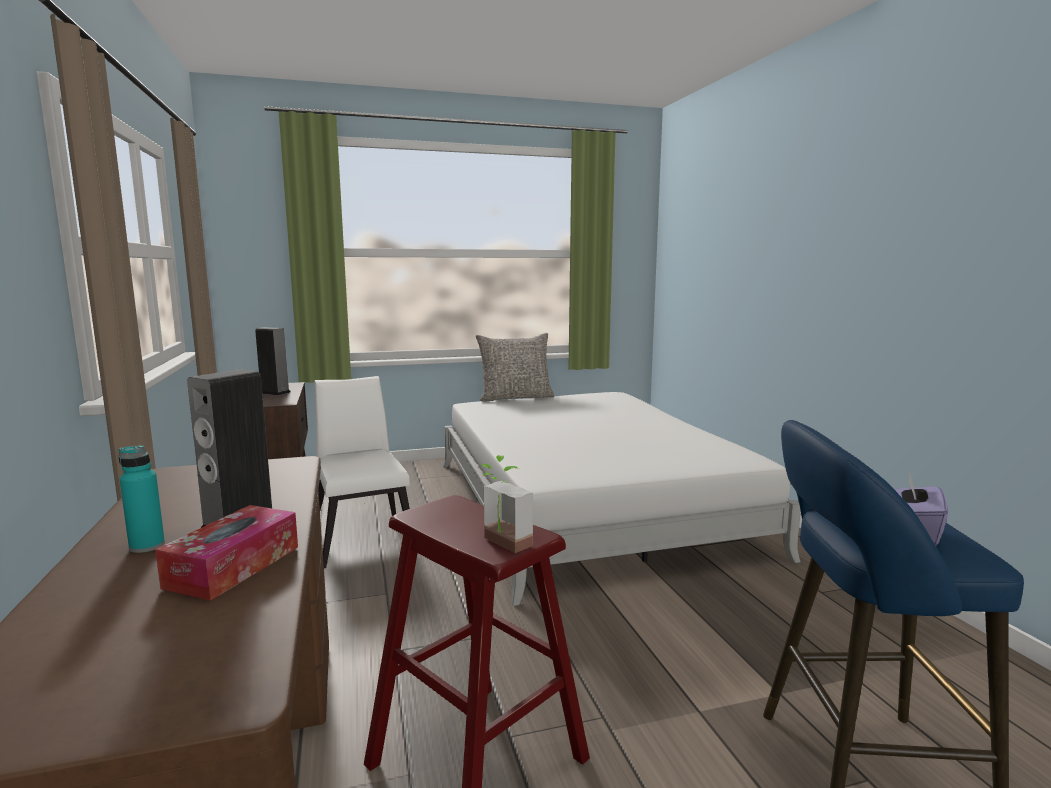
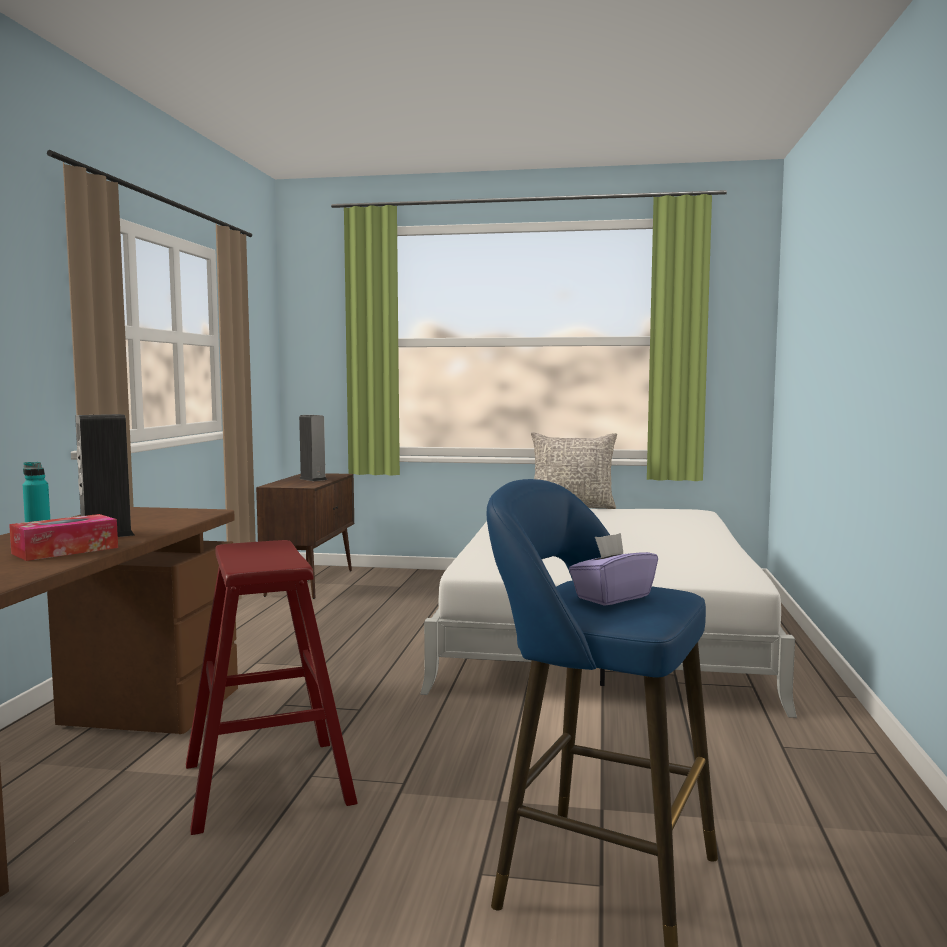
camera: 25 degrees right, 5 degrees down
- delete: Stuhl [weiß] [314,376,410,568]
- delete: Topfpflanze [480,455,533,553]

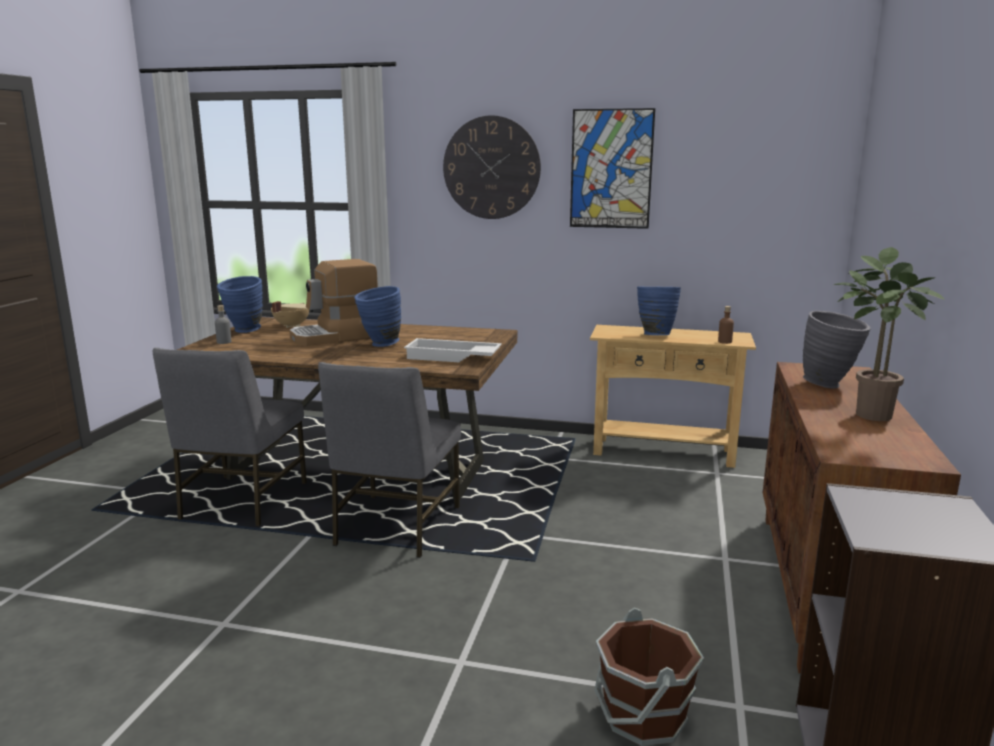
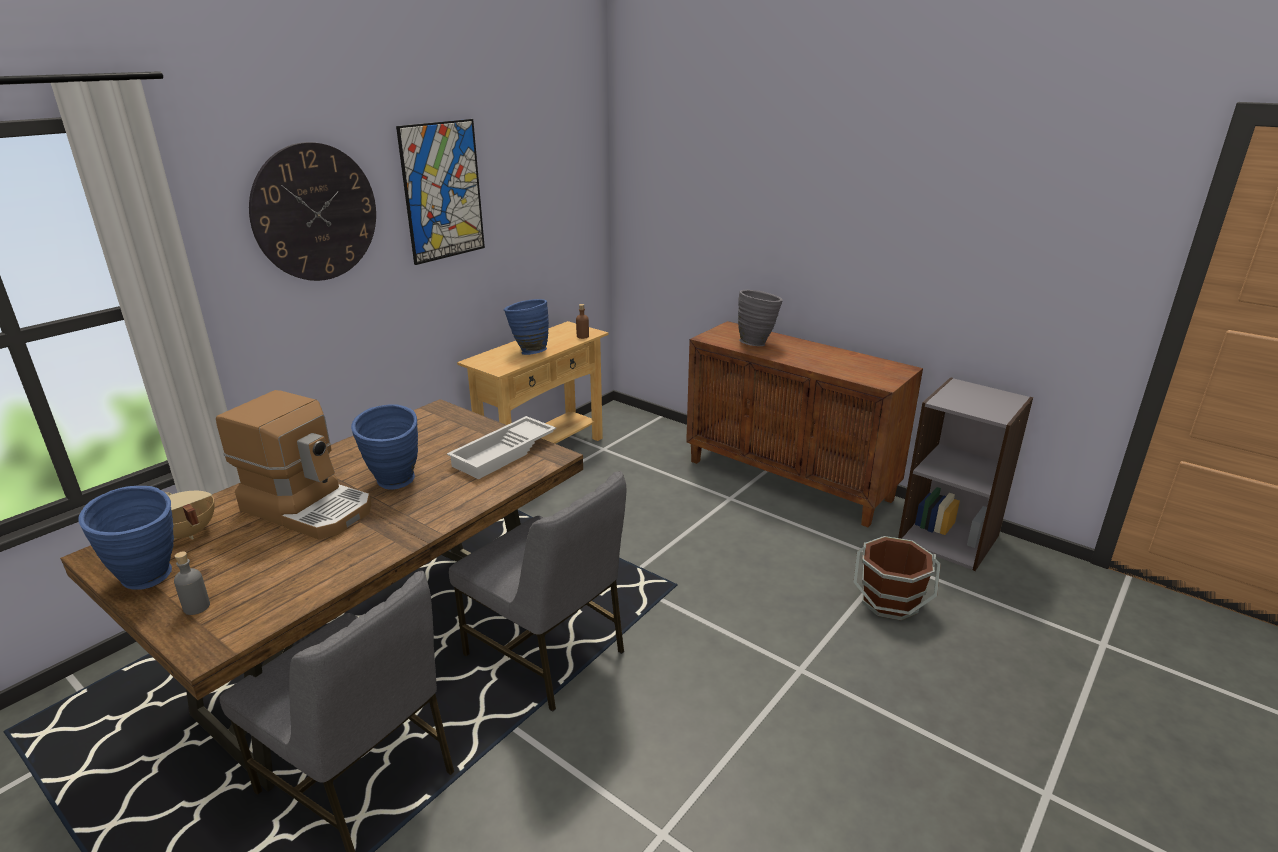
camera: 65 degrees left, 10 degrees up
- rotate: Kaffeemaschine [289,259,378,346] = [216,390,371,539] 60 degrees counterclockwise
- delete: Topfpflanze [833,247,945,421]

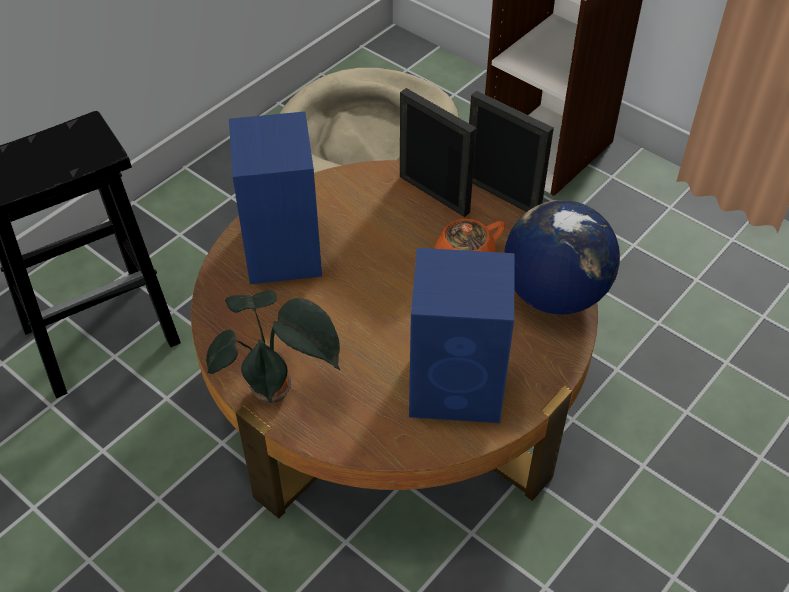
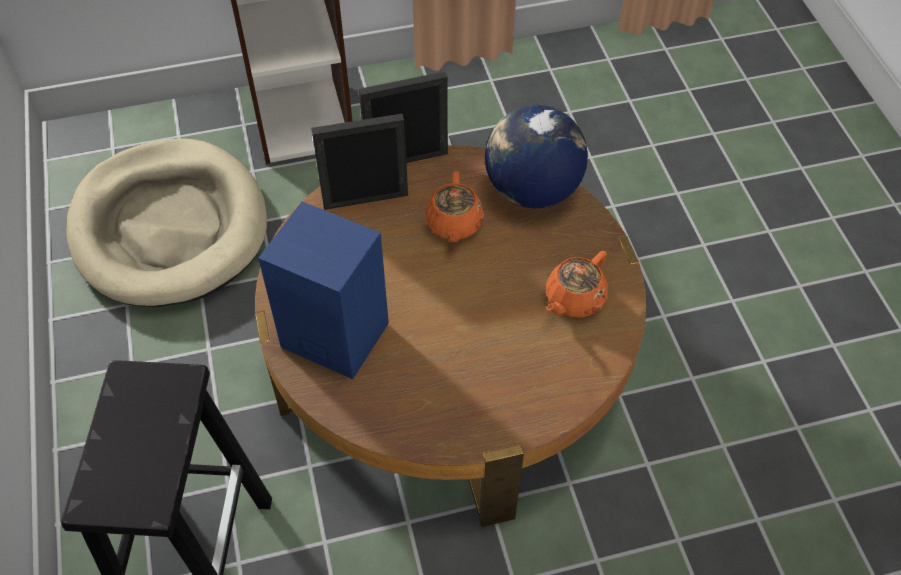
camera: 55 degrees left, 5 degrees up
- replace: Lautsprecher [blau] [409,248,515,423] to Teekanne [orange] [546,251,608,318]
- delete: Topfpflanze [206,290,341,404]

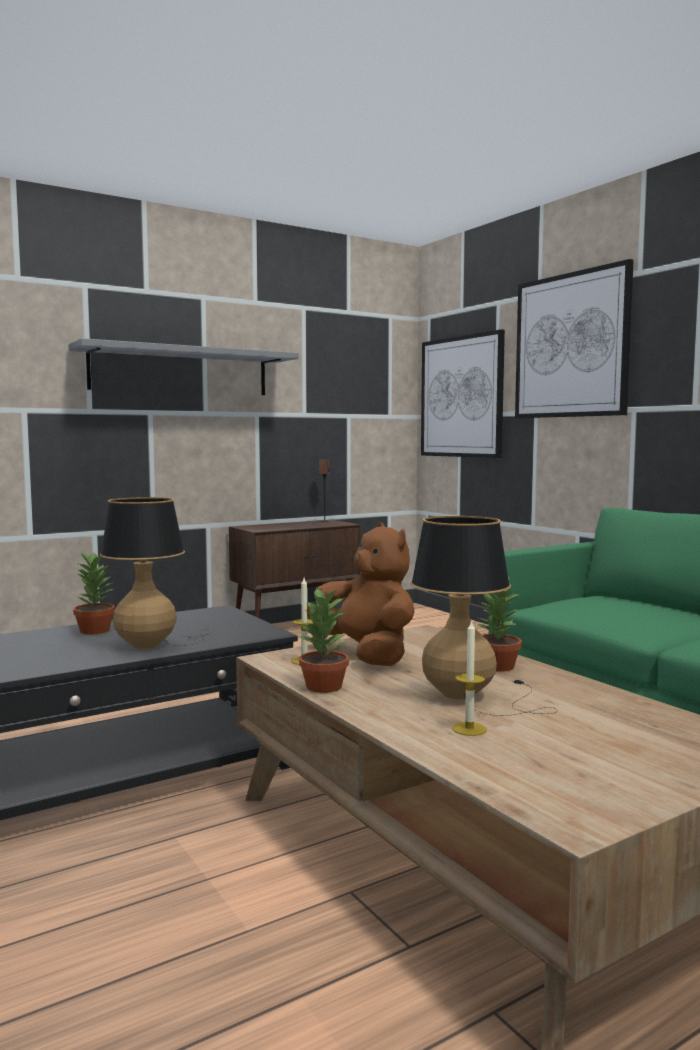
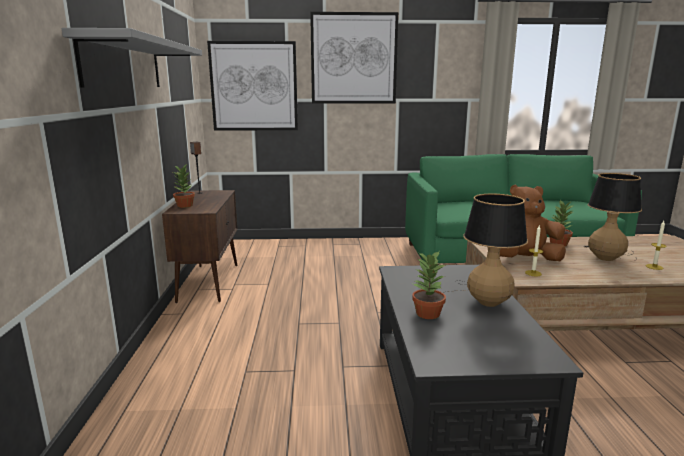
camera: 60 degrees left, 10 degrees up
- move: Topfpflanze [298,587,349,693] to [173,163,195,208]

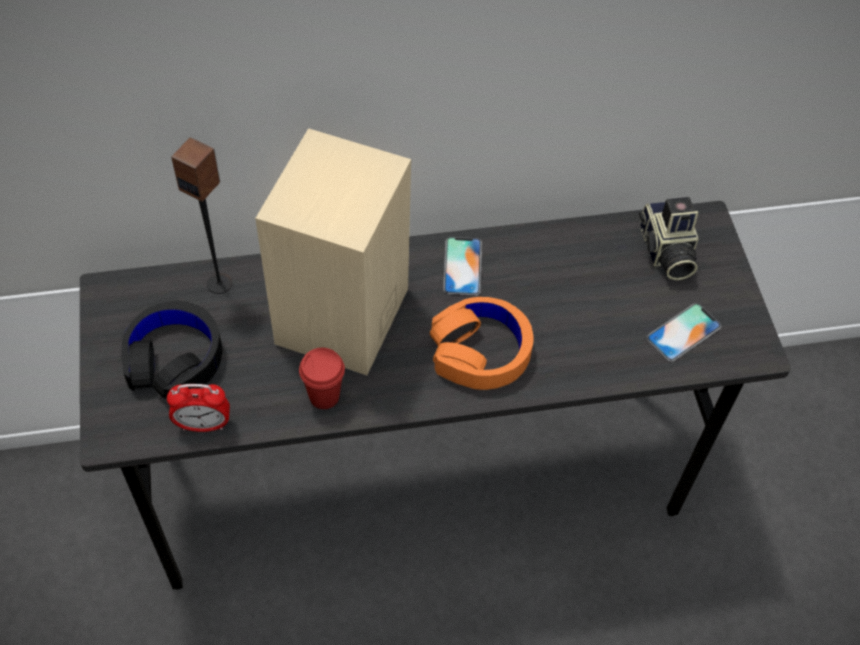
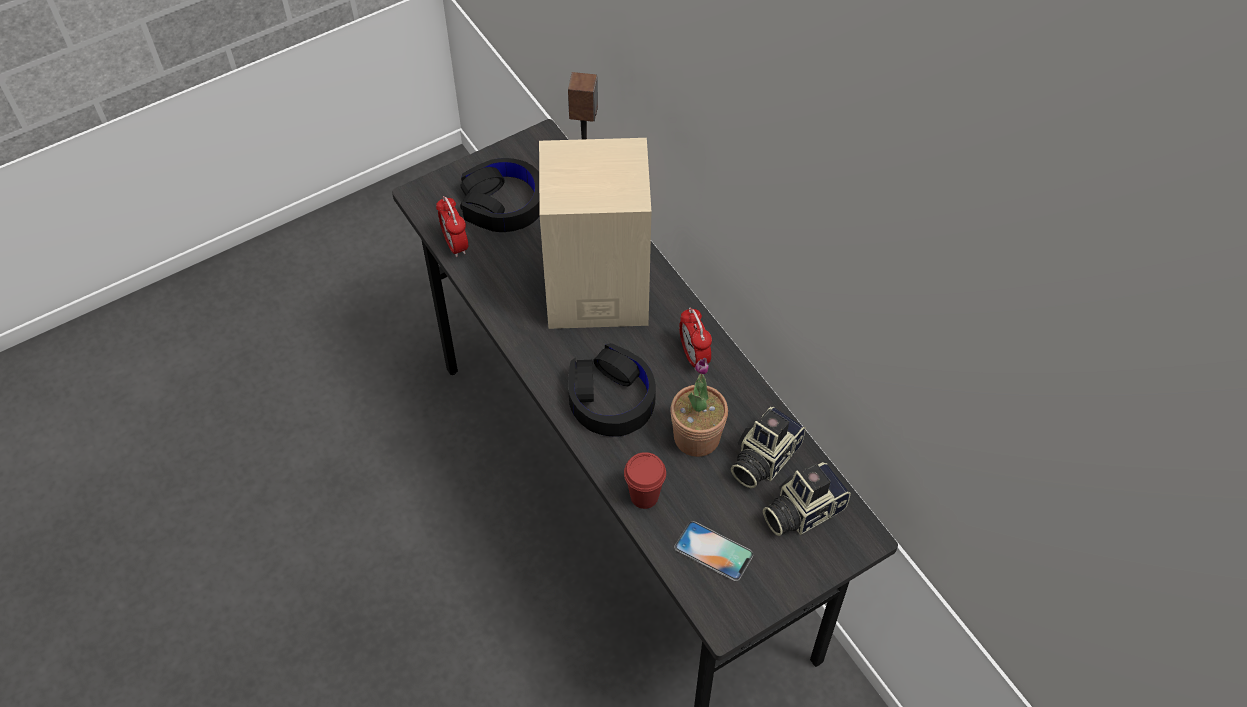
camera: 70 degrees right, 0 degrees up
- recolor: Kopfhörer [orange] [430,297,534,390] to Kopfhörer [schwarz] [568,343,656,436]
- move: Tasse [rot] [299,348,345,409] to [624,452,666,509]
- insert: Topfpflanze [670,358,728,457]
- replace: Handy [443,237,482,296] to Wecker [679,308,712,370]
- insert: Kamera [731,407,806,488]

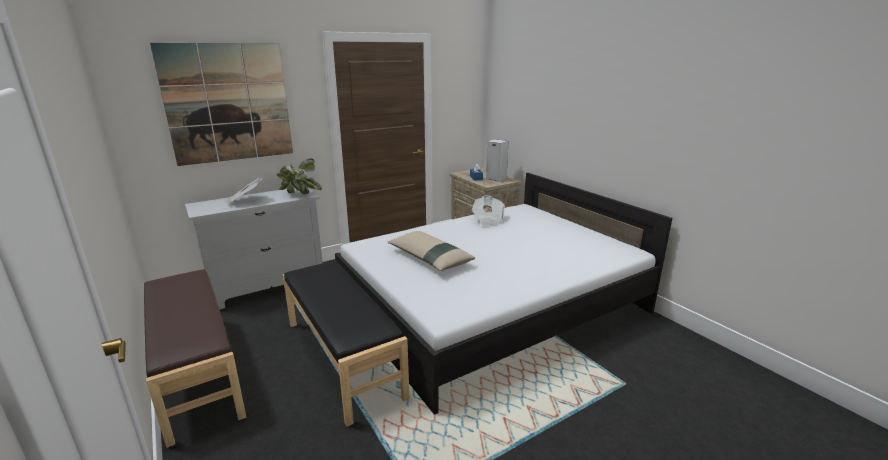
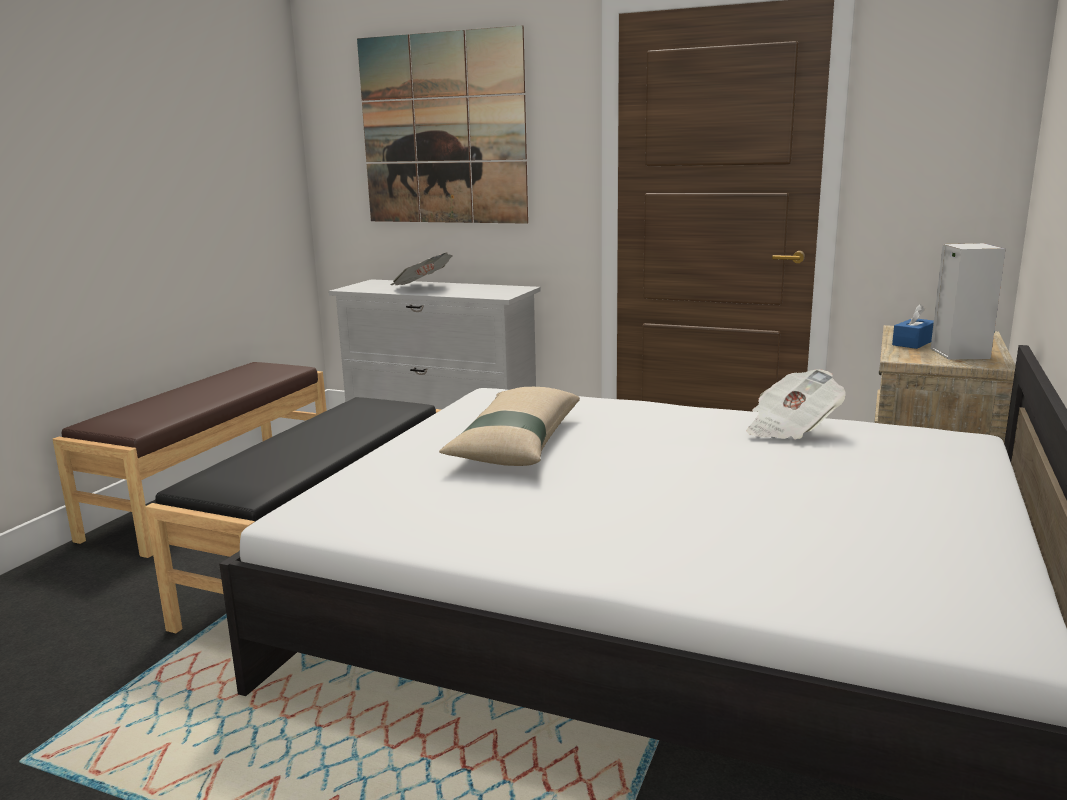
camera: 55 degrees right, 5 degrees down
- delete: Topfpflanze [276,158,322,194]

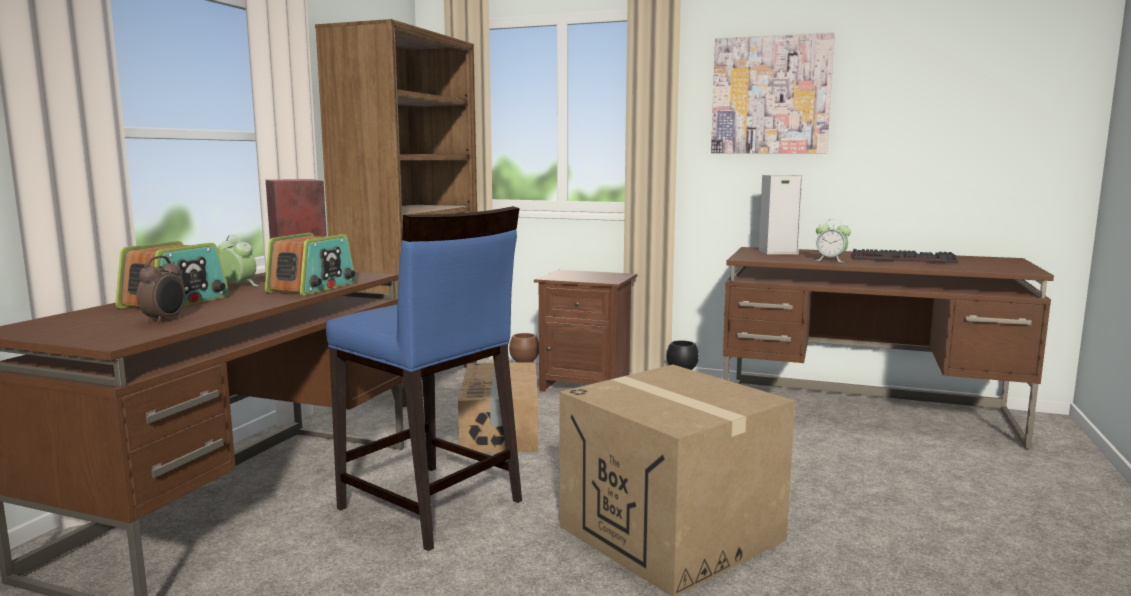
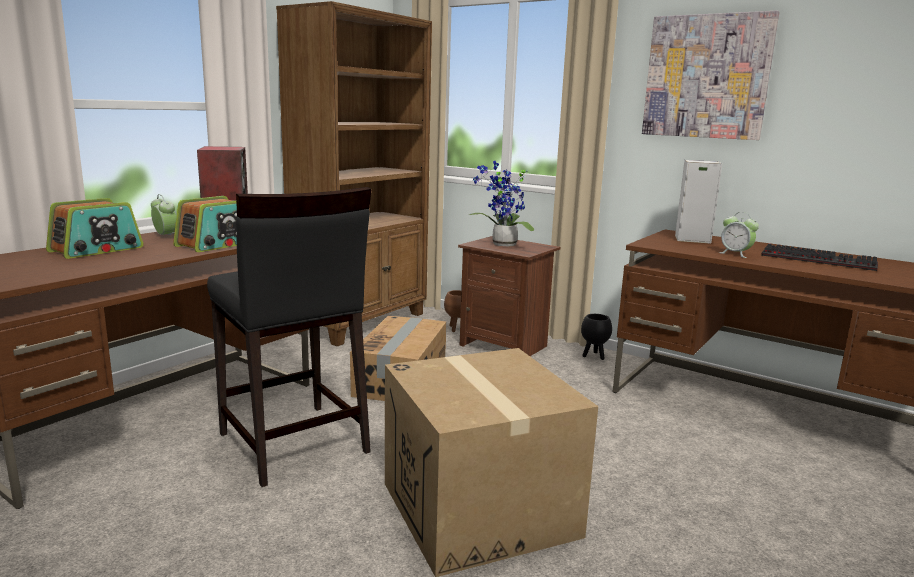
camera: 15 degrees right, 5 degrees up
- recolor: Hocker [blau] [326,206,522,551] to Hocker [schwarz] [207,187,371,487]
- insert: Topfpflanze [469,161,534,246]
- delete: Wecker [137,256,185,323]

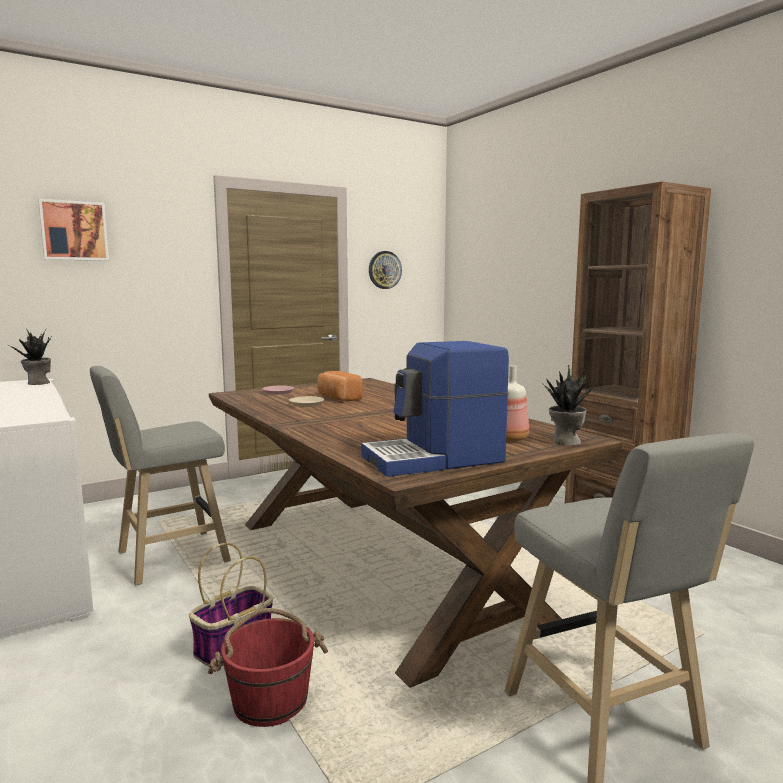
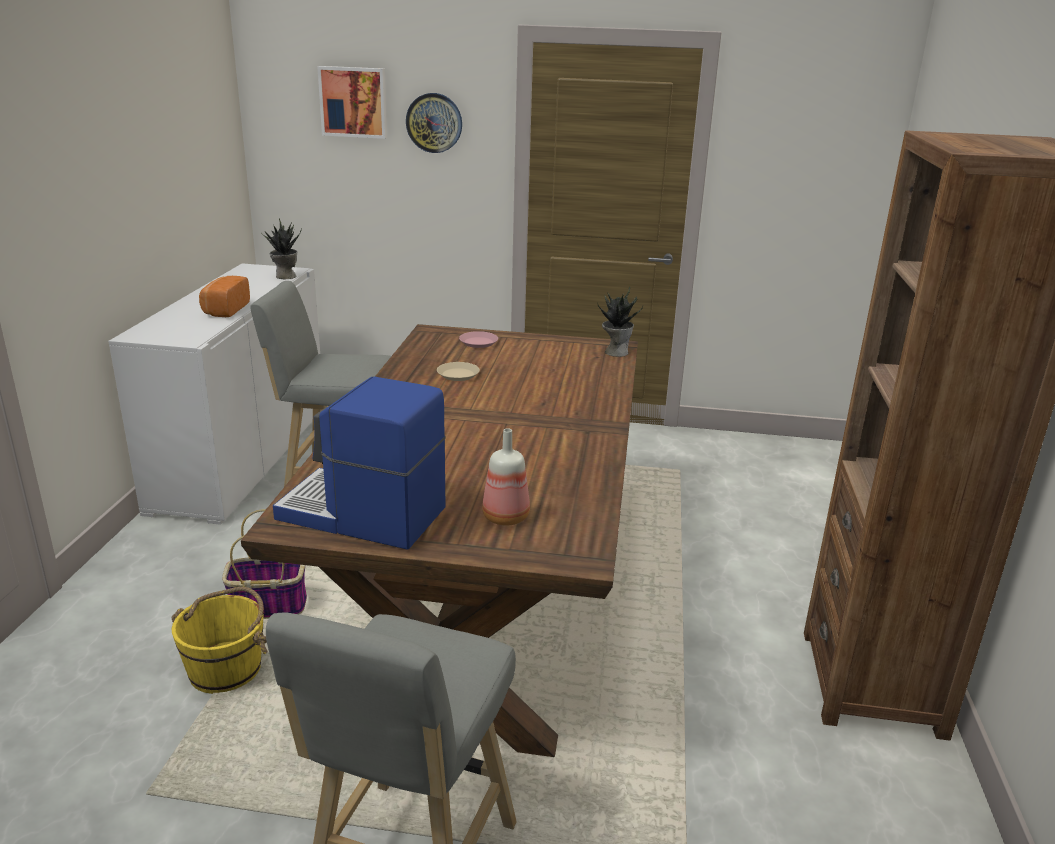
camera: 40 degrees right, 15 degrees up
- recolor: Eimer [rot] [208,608,328,727] to Eimer [gelb] [171,587,268,694]
- move: Brot [317,371,363,401] to [199,276,250,317]
- move: Wanduhr [369,251,402,289] to [406,93,462,153]
- move: Topfpflanze [542,365,597,446] to [597,287,643,357]

